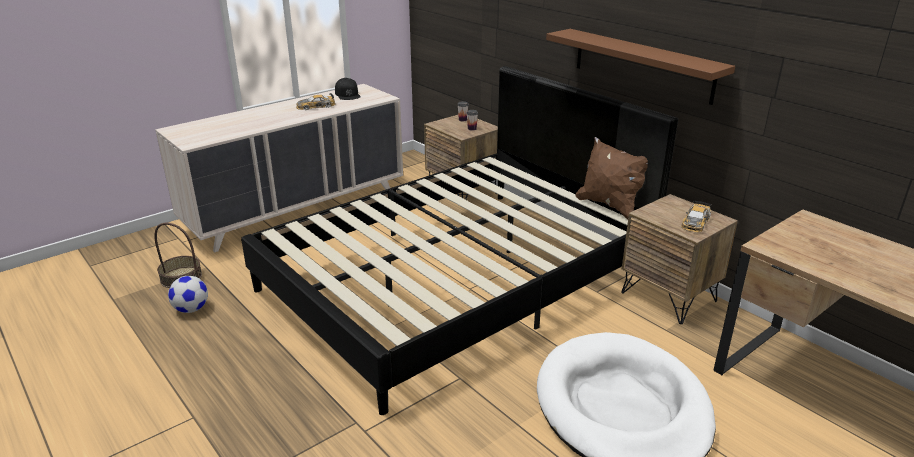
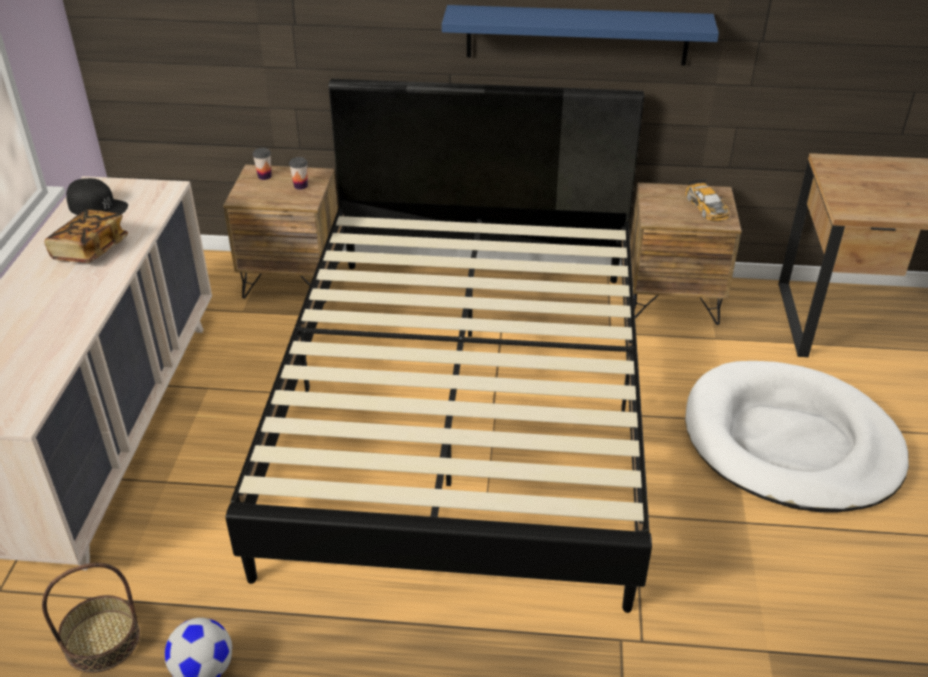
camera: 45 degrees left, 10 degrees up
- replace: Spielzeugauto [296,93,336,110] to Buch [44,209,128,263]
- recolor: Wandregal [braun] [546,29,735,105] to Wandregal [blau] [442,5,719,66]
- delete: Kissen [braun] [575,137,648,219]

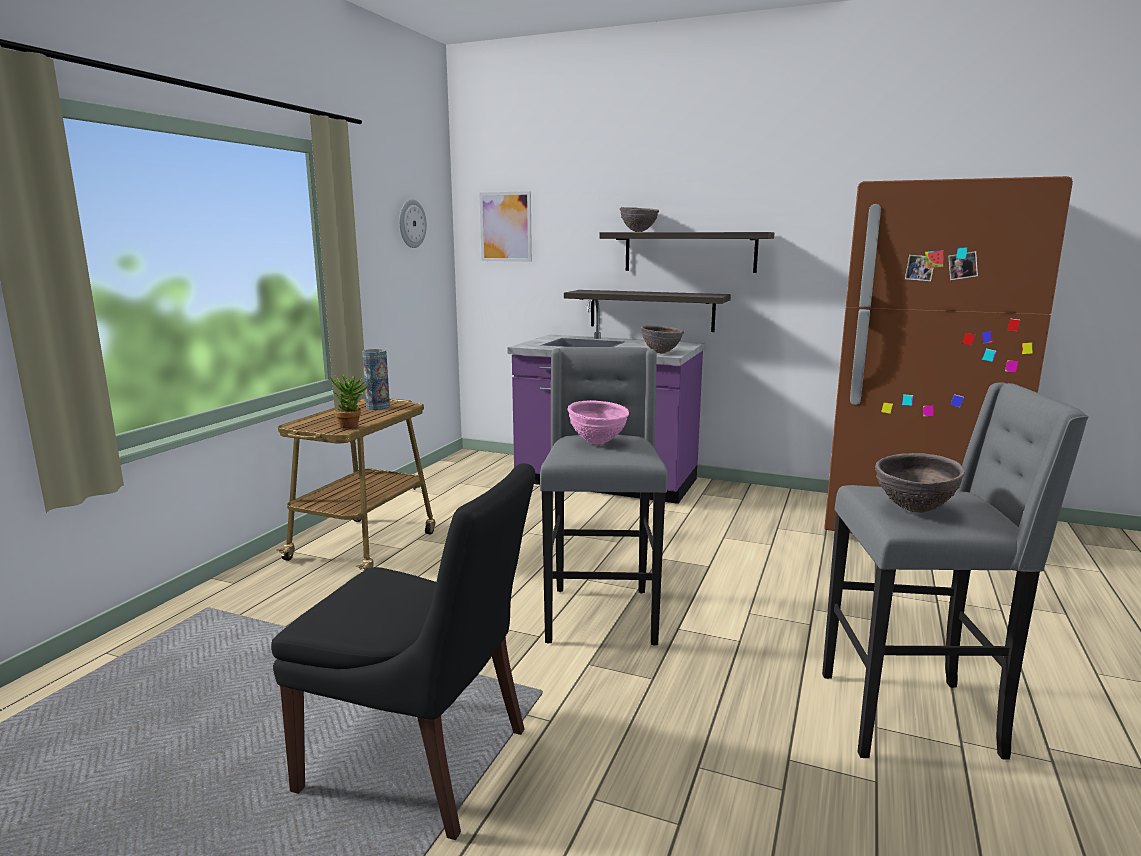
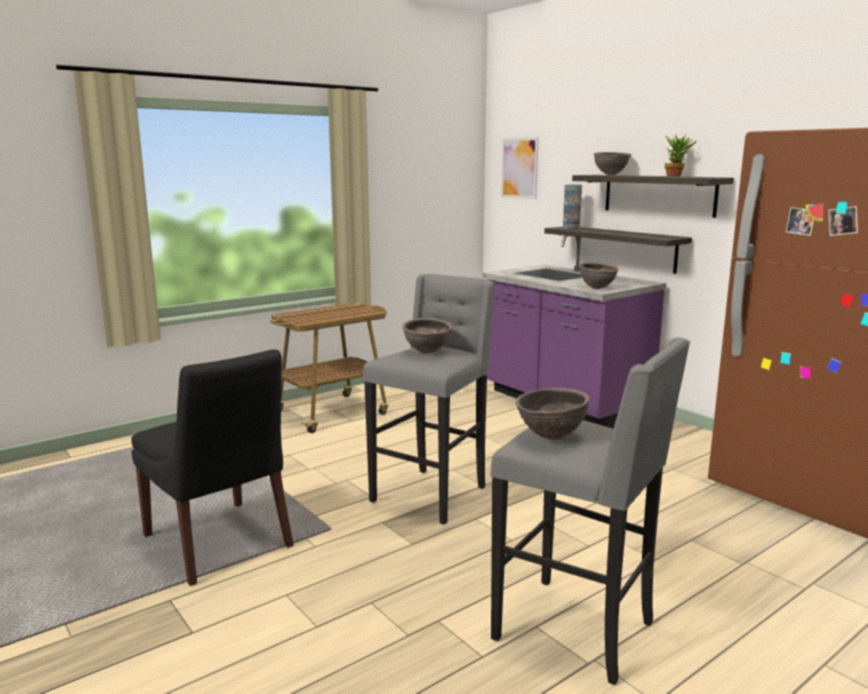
camera: 30 degrees right, 0 degrees up
- recolor: Schüssel [rosa] [567,400,629,444] to Schüssel [braun] [403,318,452,354]
- move: Vase [362,349,390,410] to [563,185,582,229]
- move: Topfpflanze [329,374,372,428] to [665,134,697,177]
- delete: Wanduhr [399,199,427,248]

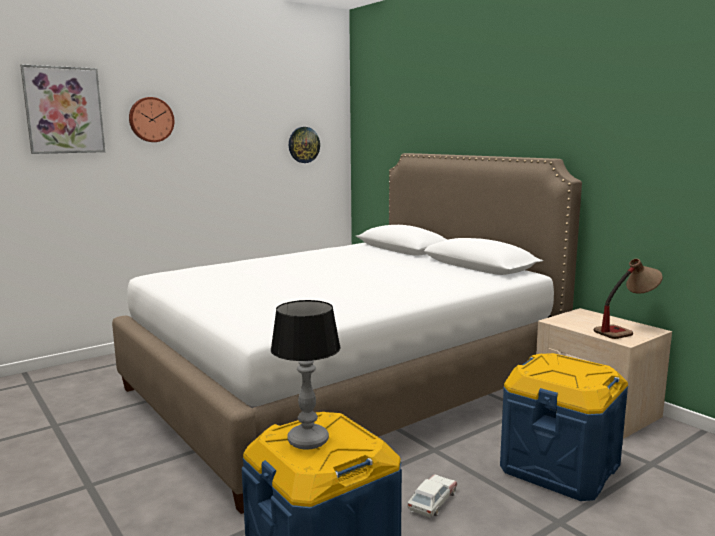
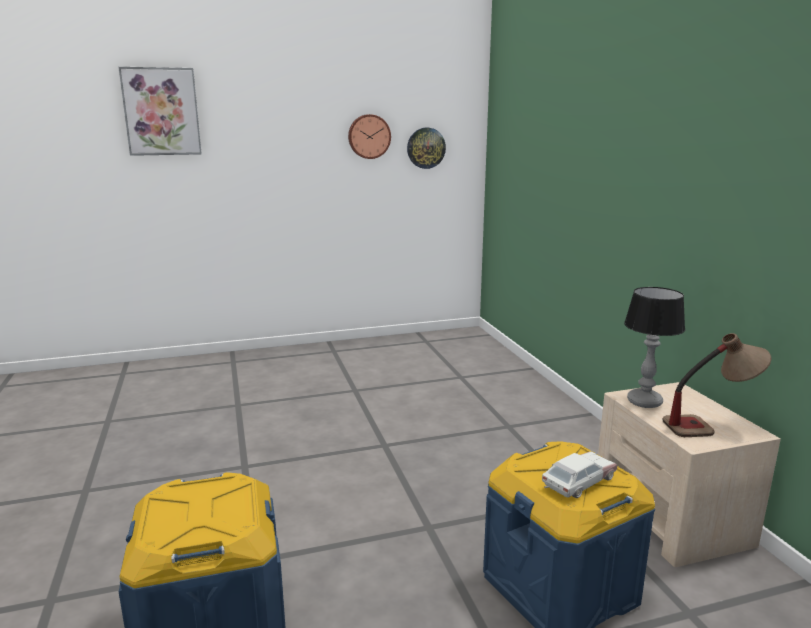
camera: 20 degrees right, 5 degrees up
- move: Wanduhr [129,97,174,142] to [348,114,391,159]
- move: Spielzeugauto [407,474,457,518] to [542,452,617,498]
- move: Tischlampe [271,300,341,450] to [624,287,685,408]
- delete: Bett [weiß] [112,153,582,514]

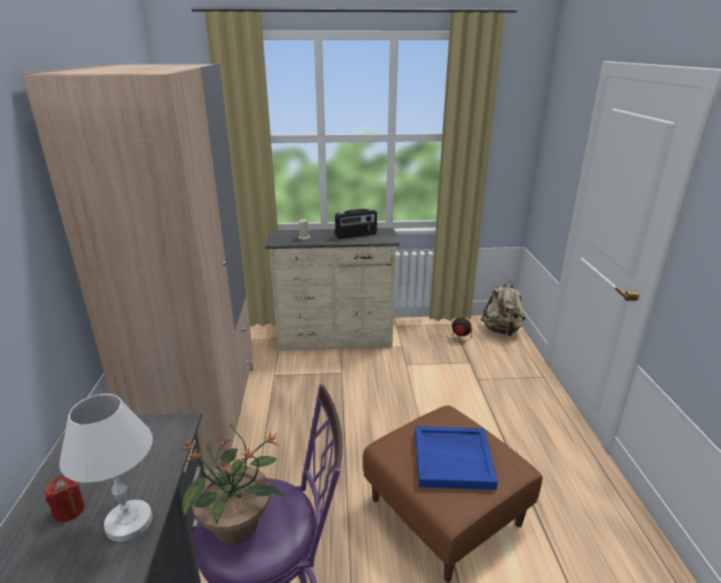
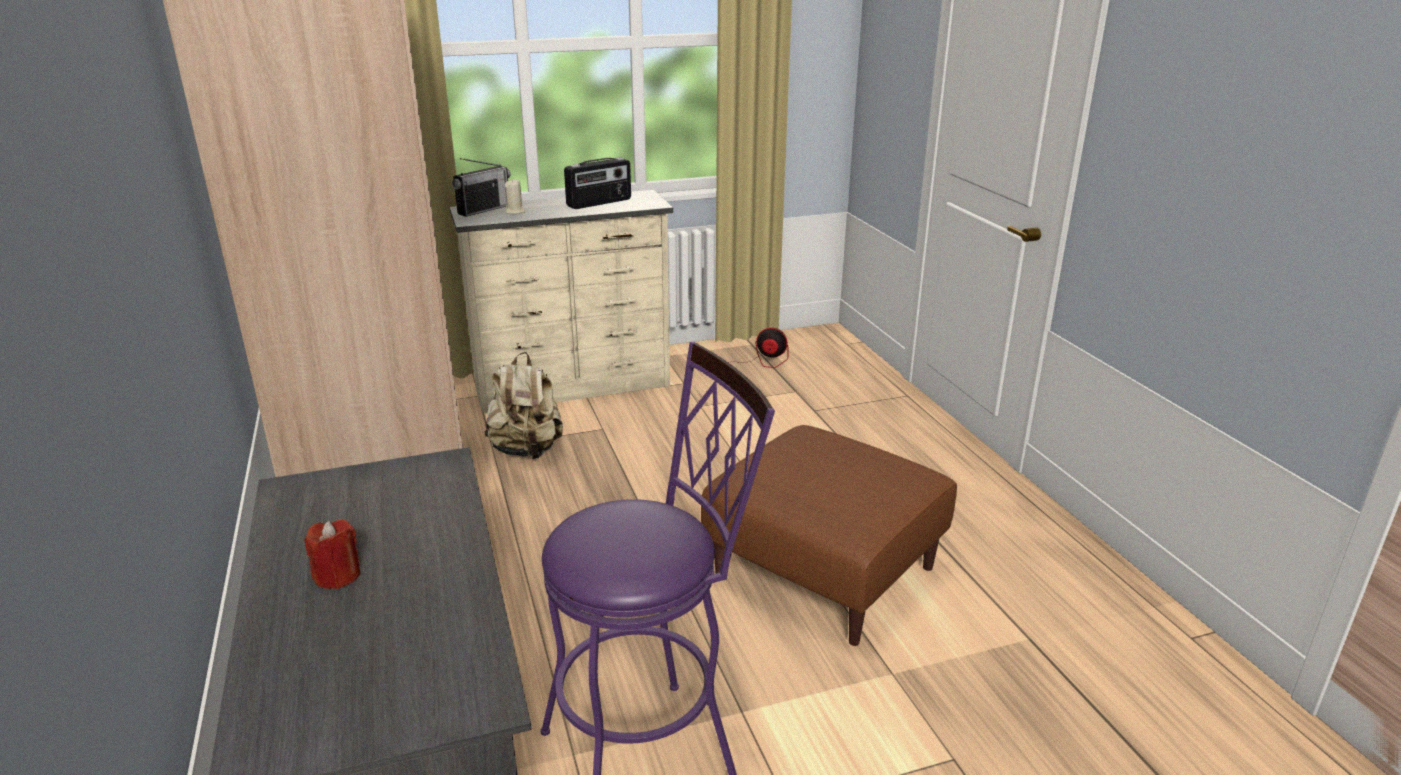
camera: 15 degrees left, 0 degrees up
- insert: Radio [452,158,511,217]
- move: Rucksack [beige] [480,281,526,336] to [485,352,563,459]
- delete: Tischlampe [weiß] [59,394,153,542]
- delete: Topfpflanze [177,422,285,544]
- delete: Tablett [blau] [415,426,498,490]

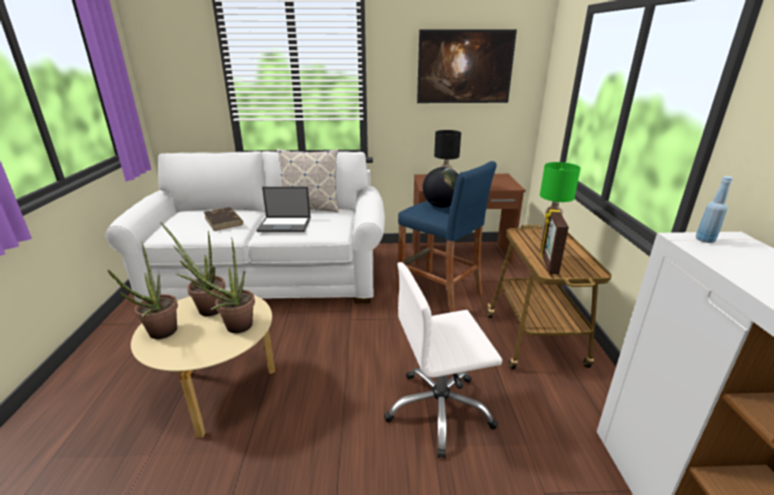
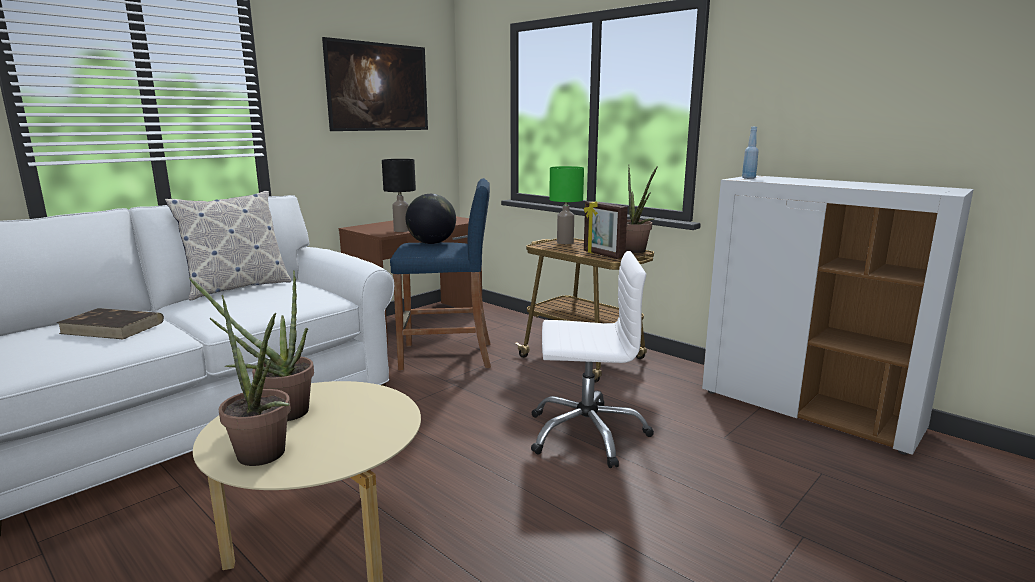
camera: 45 degrees left, 10 degrees down
- rotate: Bürostuhl [weiß] [384,262,502,458] = [531,251,654,468] 120 degrees counterclockwise
- move: Topfpflanze [180,237,255,333] to [625,166,658,253]
- delete: Laptop [257,187,311,232]

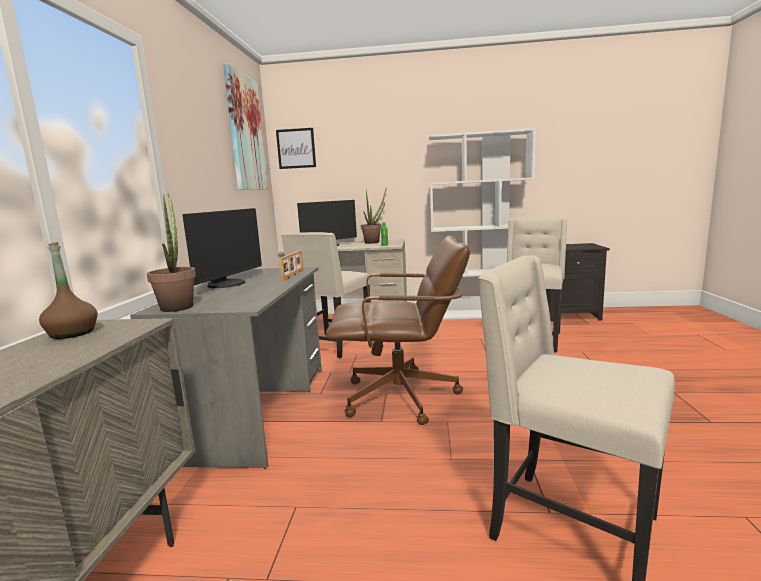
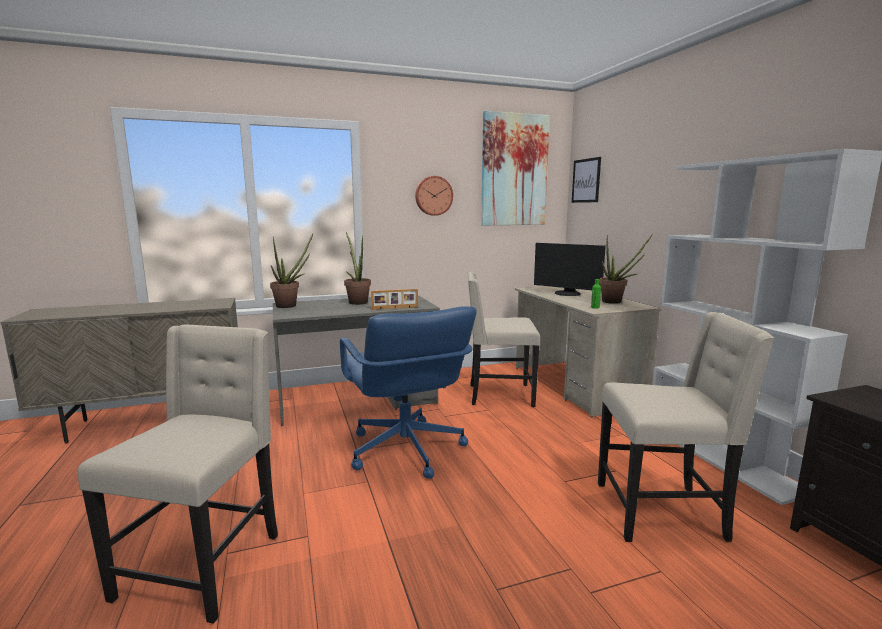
camera: 65 degrees right, 0 degrees up
- recolor: Bürostuhl [braun] [326,235,470,425] to Bürostuhl [blau] [340,306,477,479]
- replace: Monitor [182,208,262,288] to Topfpflanze [344,232,371,305]
- insert: Wanduhr [415,176,453,216]
- delete: Flasche [braun] [39,242,98,339]

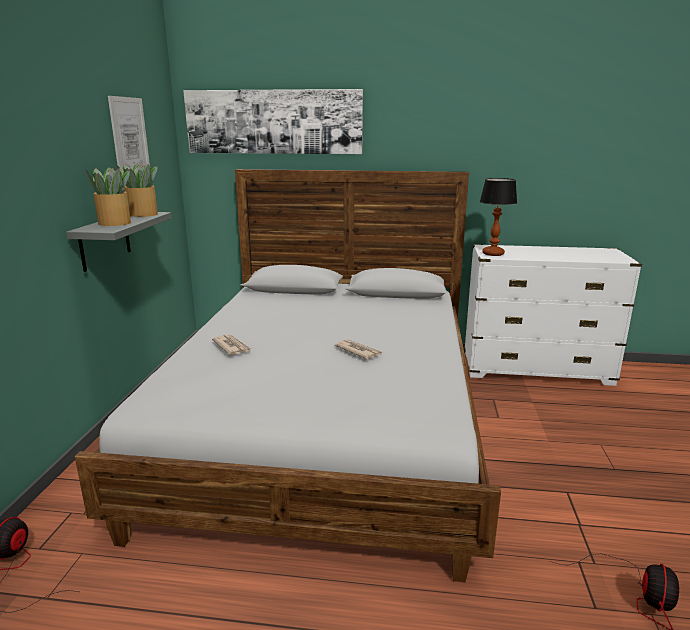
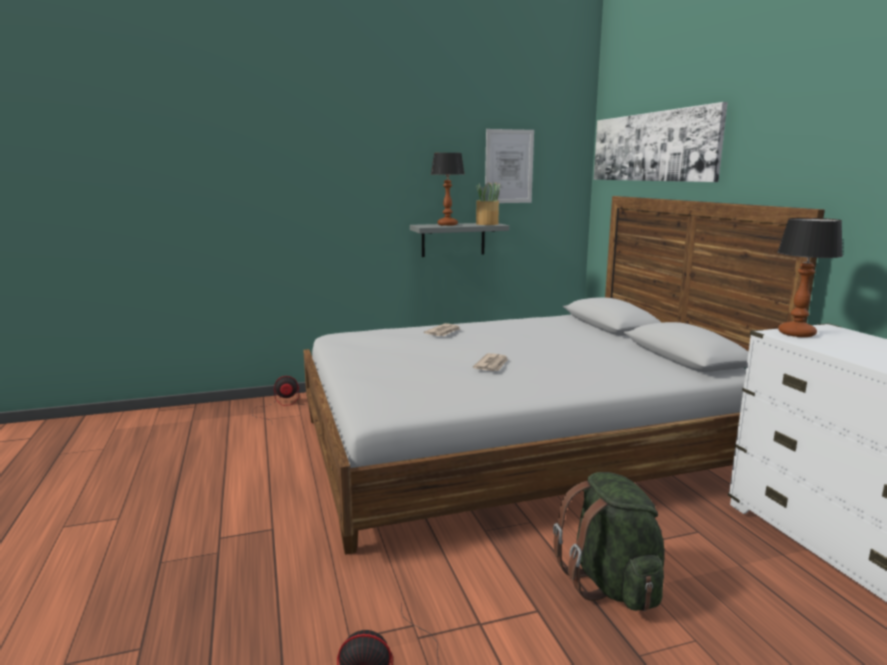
camera: 65 degrees right, 5 degrees down
- replace: Topfpflanze [85,167,131,226] to Tischlampe [431,153,465,226]
- insert: Rucksack [grün] [553,472,665,611]

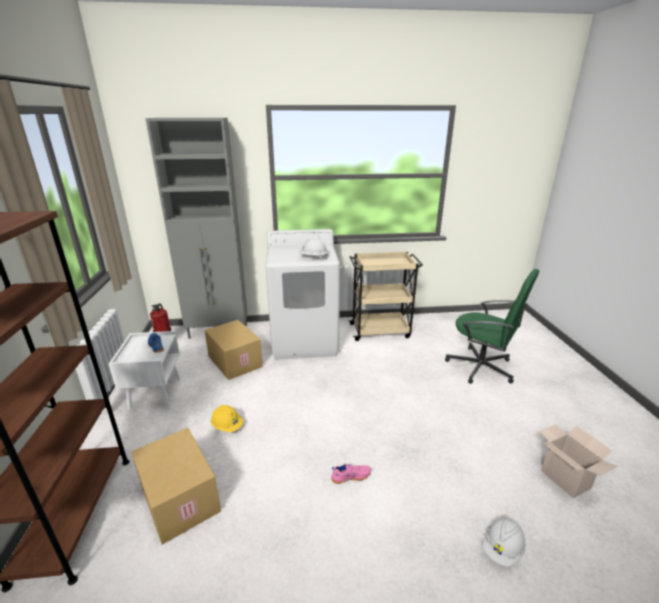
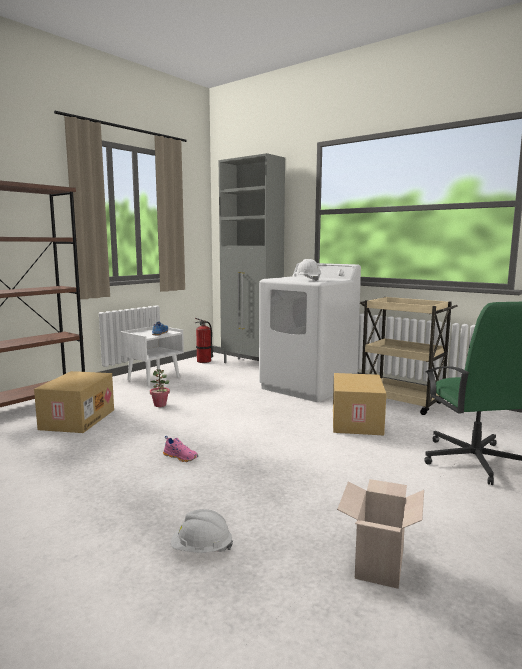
camera: 45 degrees right, 15 degrees down
- replace: Schutzhelm [gelb] [211,405,243,432] to Topfpflanze [150,369,170,407]
- move: Karton [204,320,263,380] to [333,373,386,435]

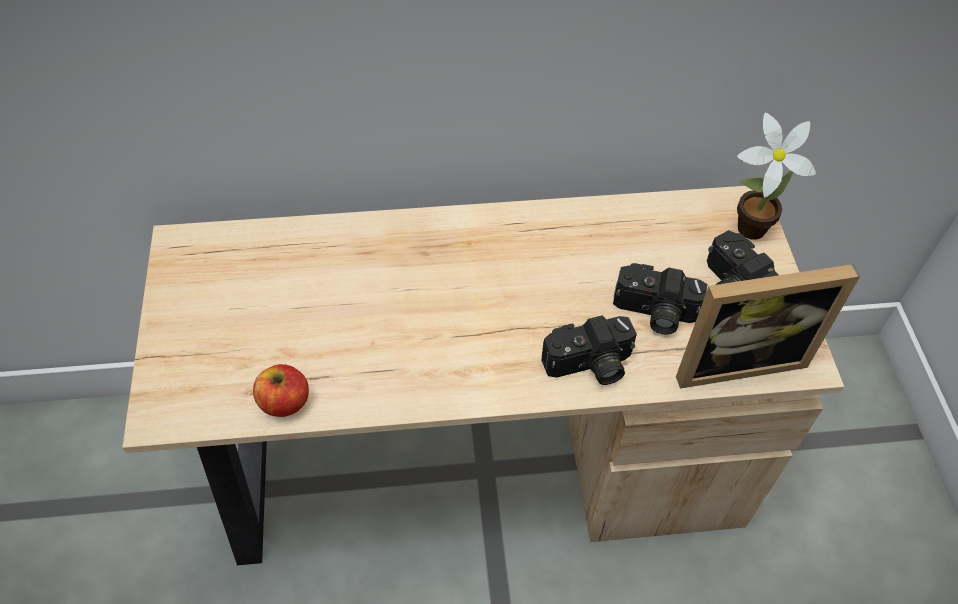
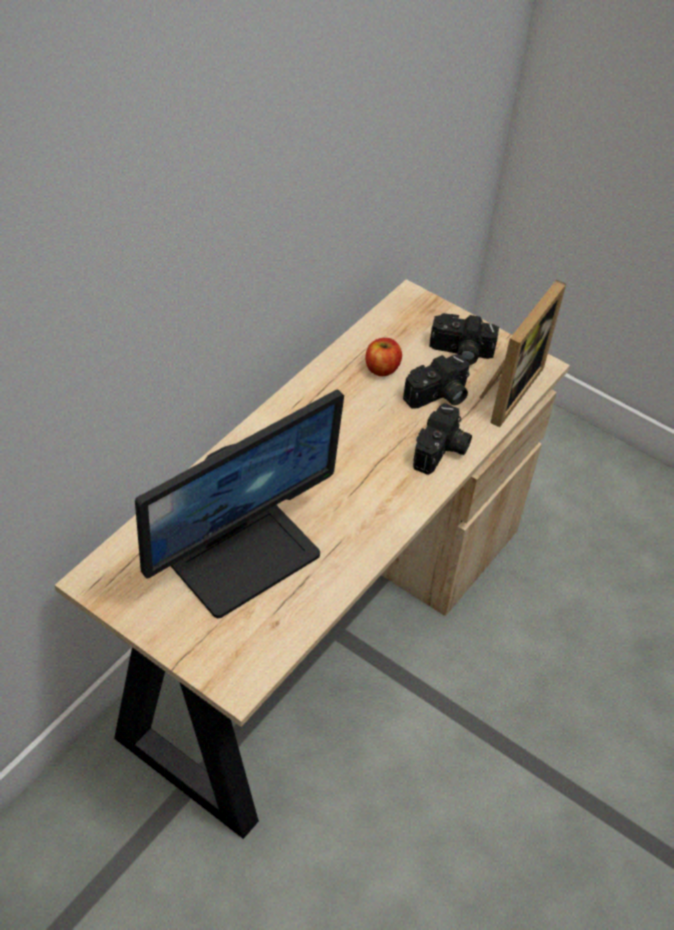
camera: 50 degrees left, 5 degrees down
- insert: Monitor [135,389,344,618]
- move: Apfel [253,364,309,417] to [366,338,402,376]
- delete: Topfpflanze [737,113,816,240]

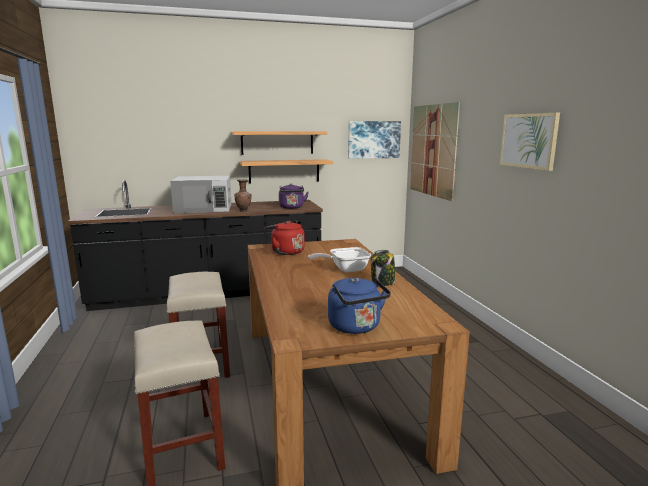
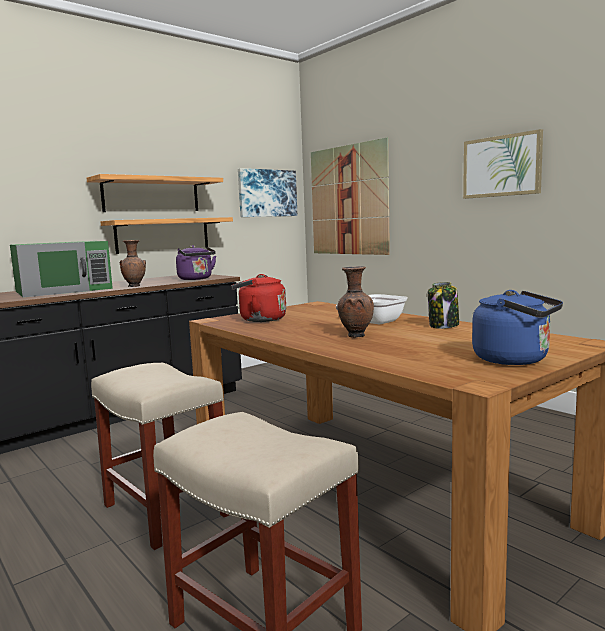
camera: 25 degrees left, 5 degrees down
- recolor: Mikrowelle [weiß] [170,176,232,213] to Mikrowelle [grün] [10,241,113,297]
- insert: Vase [braun] [337,266,374,338]

